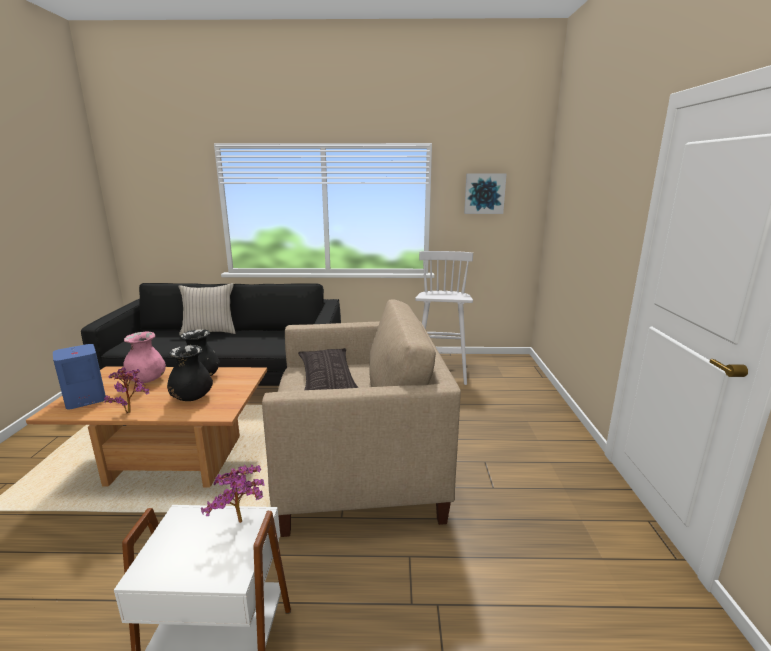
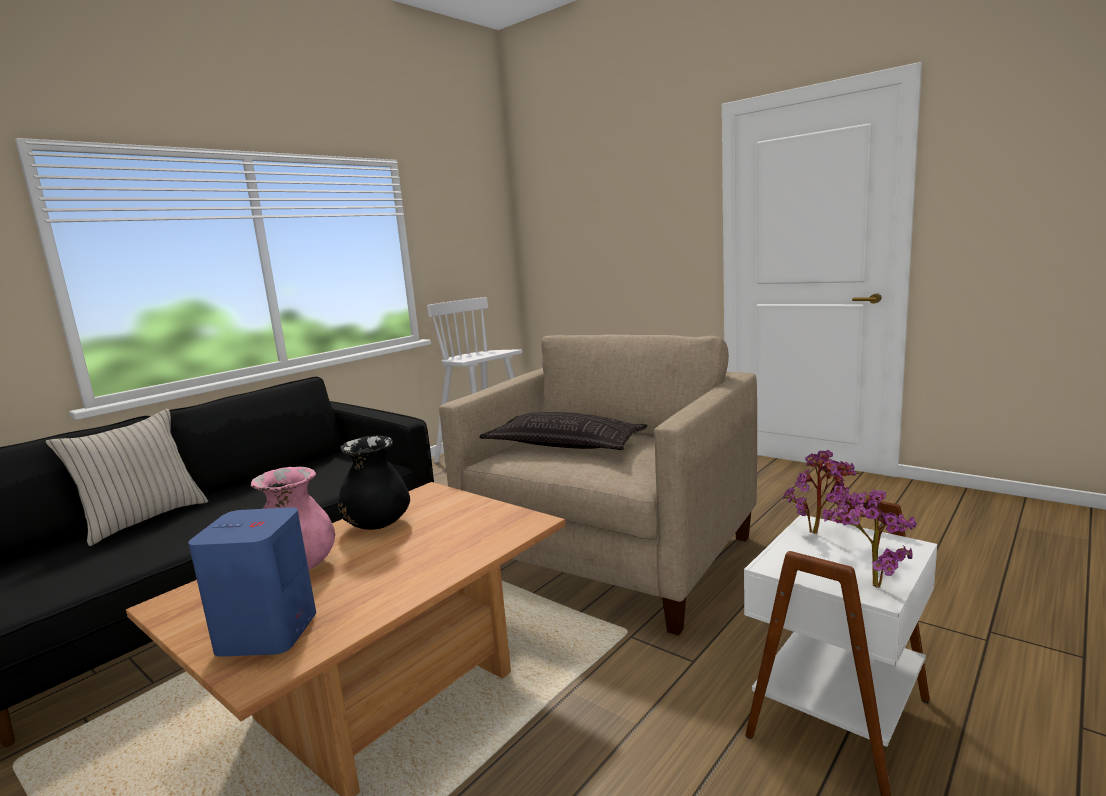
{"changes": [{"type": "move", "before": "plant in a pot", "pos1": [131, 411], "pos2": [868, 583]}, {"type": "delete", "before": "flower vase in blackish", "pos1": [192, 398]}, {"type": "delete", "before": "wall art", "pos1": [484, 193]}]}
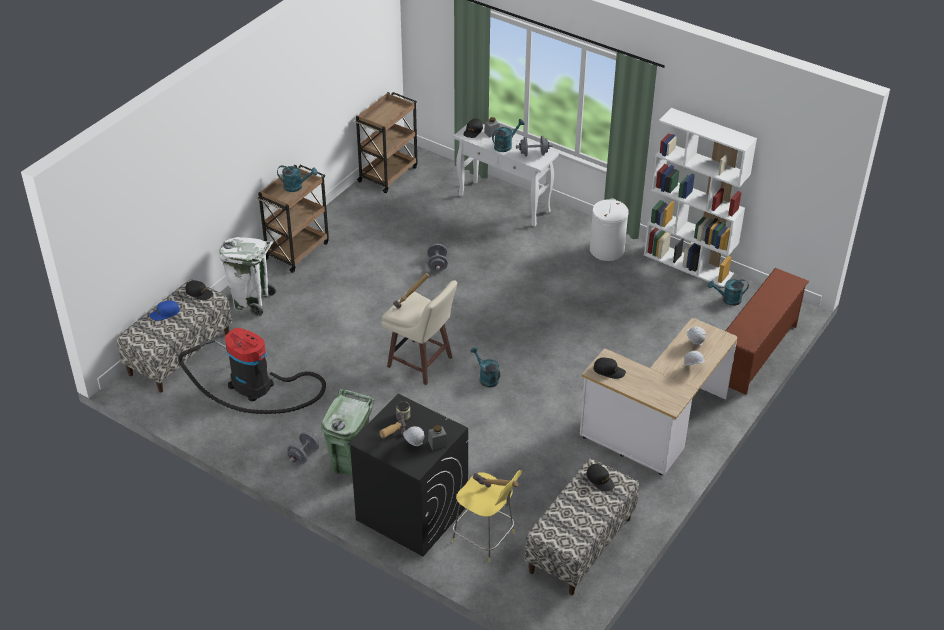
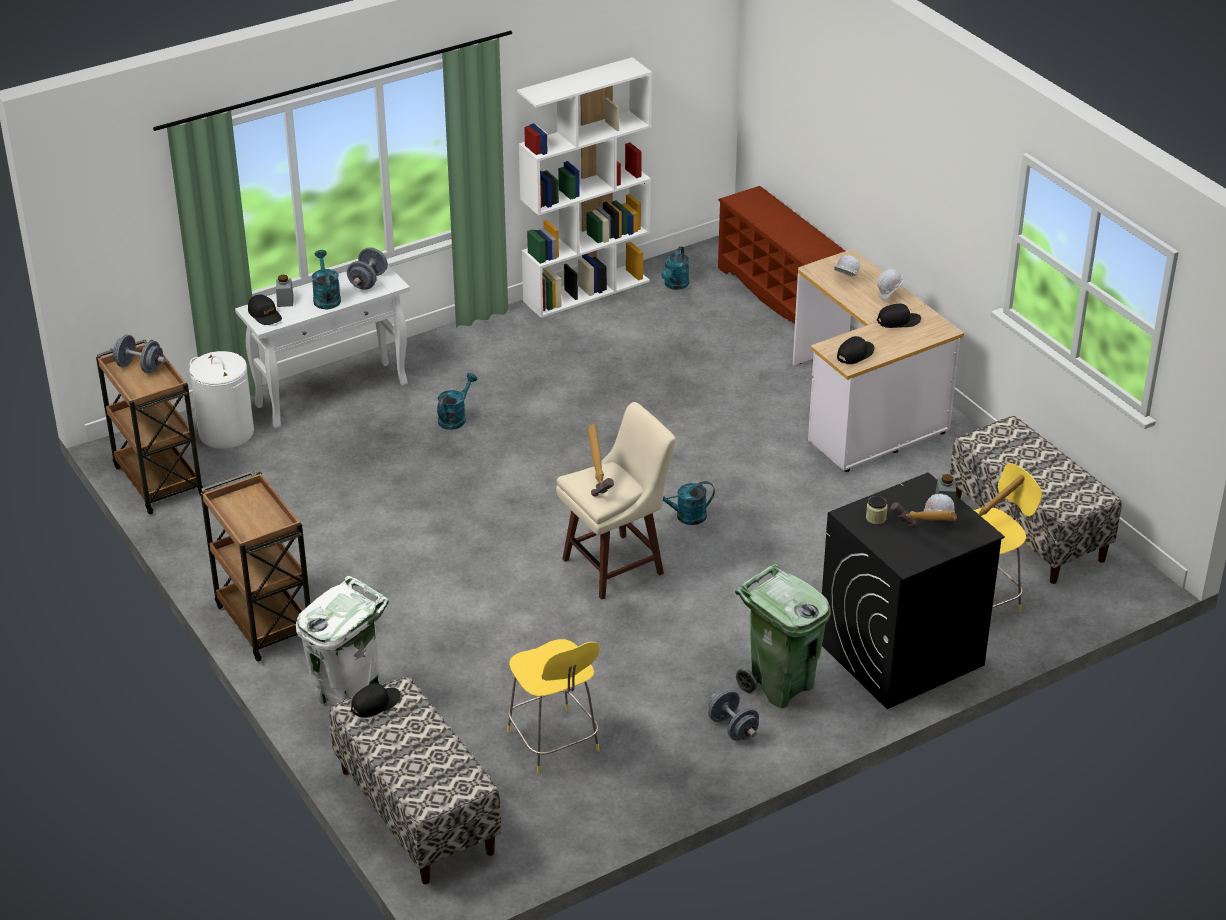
{"changes": [{"type": "move", "before": "hand weight in gray", "pos1": [437, 265], "pos2": [139, 367]}, {"type": "move", "before": "hamper in white-coloured", "pos1": [606, 250], "pos2": [226, 433]}, {"type": "move", "before": "sprinkling can in turquoise-coloured", "pos1": [296, 187], "pos2": [455, 418]}, {"type": "replace", "before": "vacuum cleaner", "after": "sitting stool in yellowish", "pos1": [255, 387], "pos2": [554, 743]}, {"type": "move", "before": "cap in blackish", "pos1": [600, 480], "pos2": [898, 321]}, {"type": "delete", "before": "cap in bluish", "pos1": [165, 313]}]}
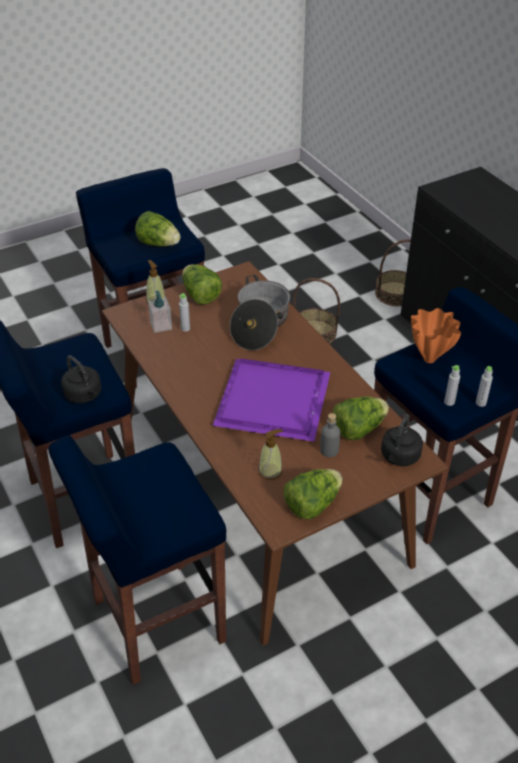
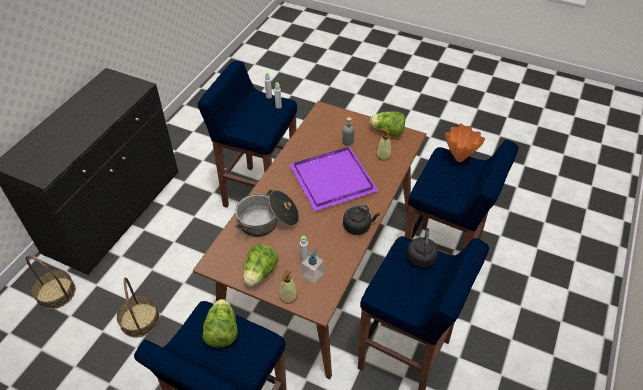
{"changes": [{"type": "move", "before": "kettle in blackish", "pos1": [399, 457], "pos2": [358, 226]}, {"type": "move", "before": "flower vase in orange-coloured", "pos1": [430, 359], "pos2": [458, 159]}, {"type": "delete", "before": "head of lettuce", "pos1": [358, 429]}]}
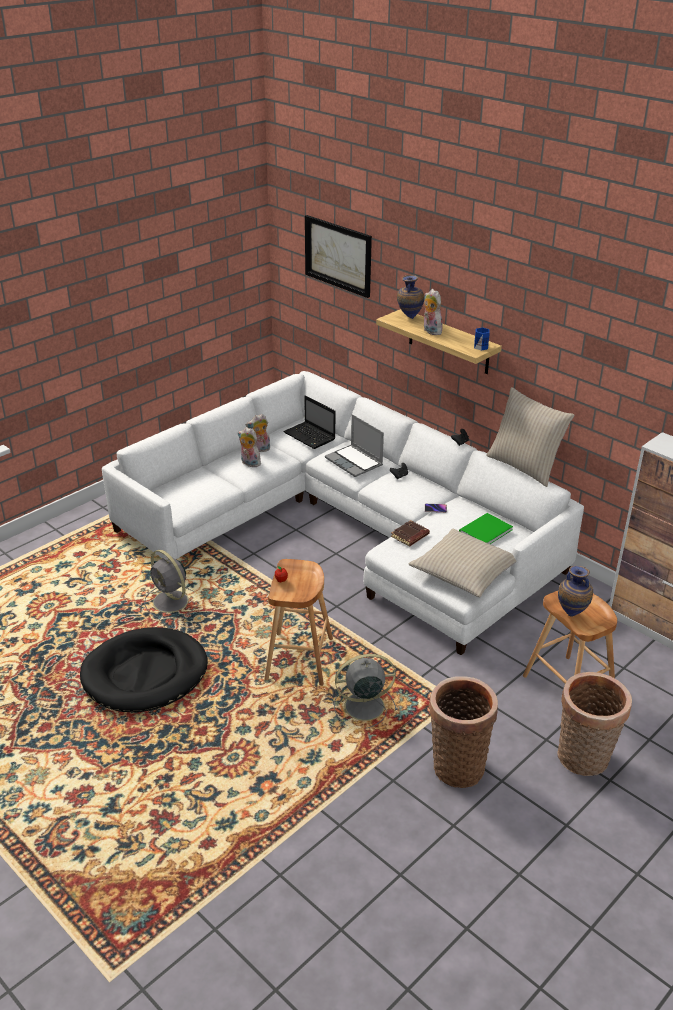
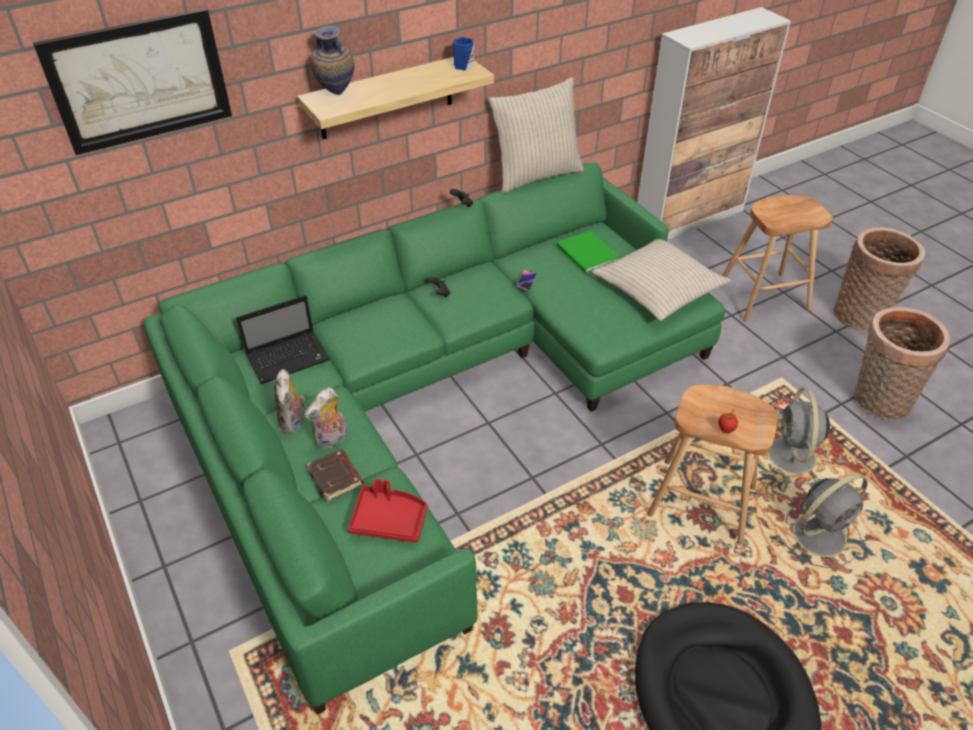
{"changes": [{"type": "recolor", "before": "couch in white-coloured", "after": "couch in green", "pos1": [347, 528], "pos2": [434, 400]}, {"type": "move", "before": "bound book in brown", "pos1": [410, 536], "pos2": [336, 477]}, {"type": "insert", "after": "serving tray in reddish", "pos2": [389, 520]}, {"type": "move", "before": "fan in gray", "pos1": [171, 602], "pos2": [821, 534]}, {"type": "delete", "before": "notebook computer", "pos1": [354, 462]}, {"type": "delete", "before": "plush toy", "pos1": [430, 331]}, {"type": "delete", "before": "flower vase", "pos1": [572, 613]}]}
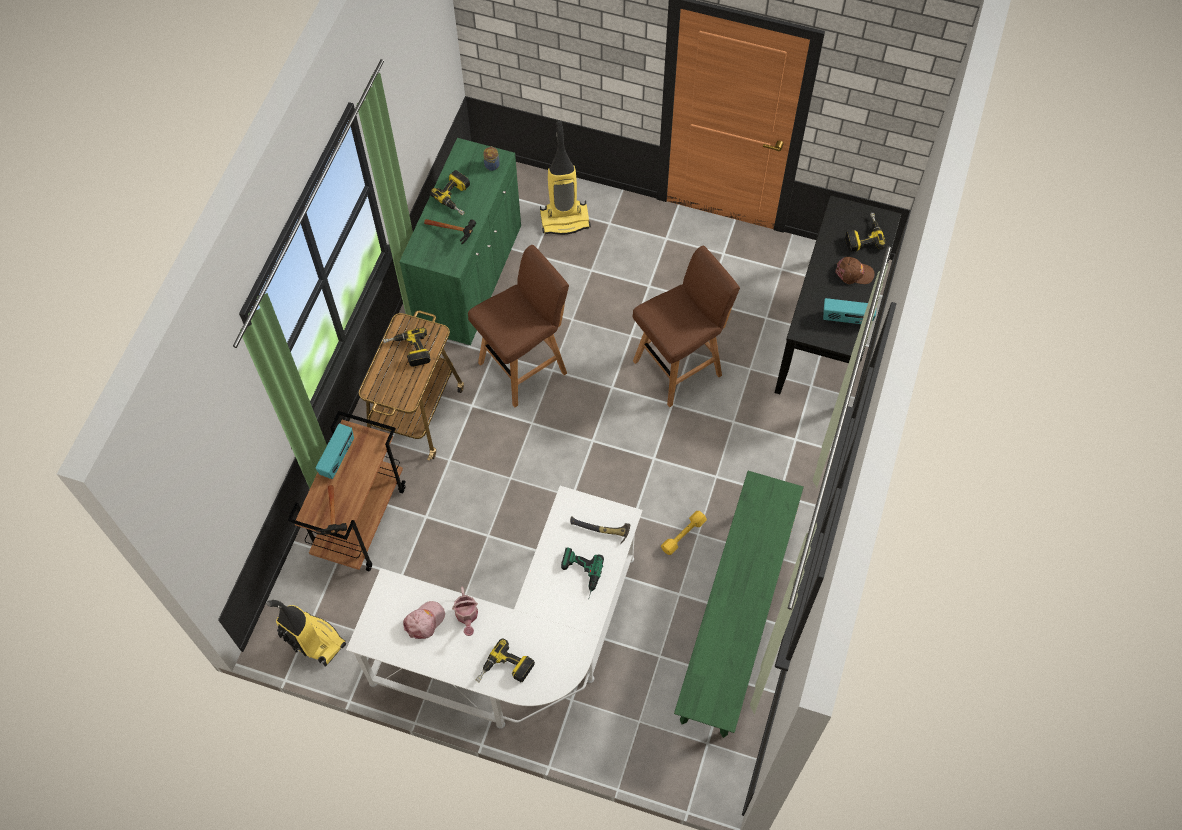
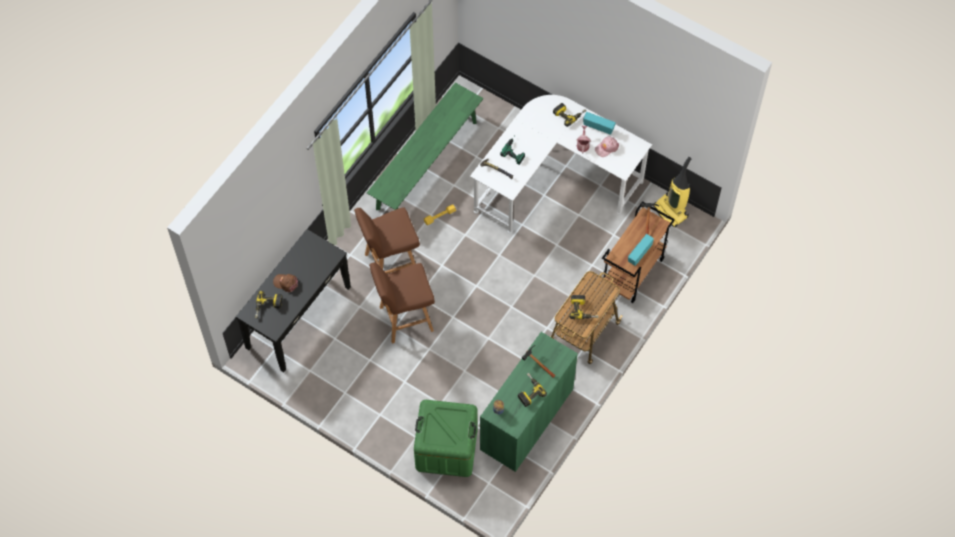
{"changes": [{"type": "move", "before": "sitting stool in brown", "pos1": [524, 367], "pos2": [390, 265]}, {"type": "replace", "before": "vacuum cleaner", "after": "storage box in green", "pos1": [565, 219], "pos2": [446, 448]}, {"type": "move", "before": "radio", "pos1": [846, 319], "pos2": [598, 127]}]}
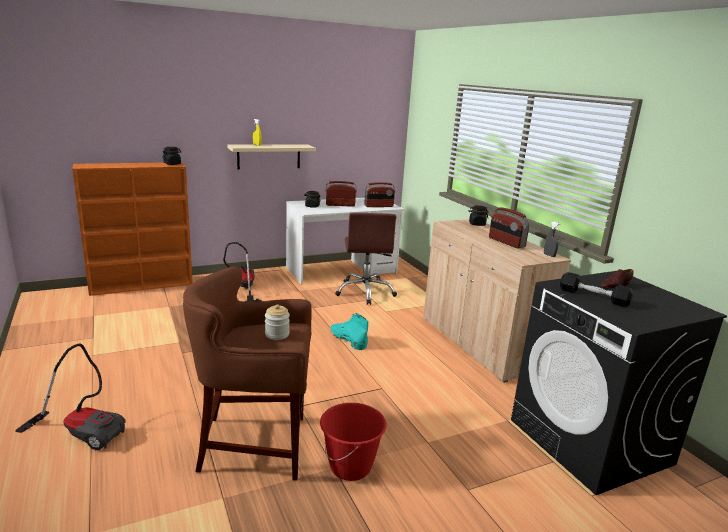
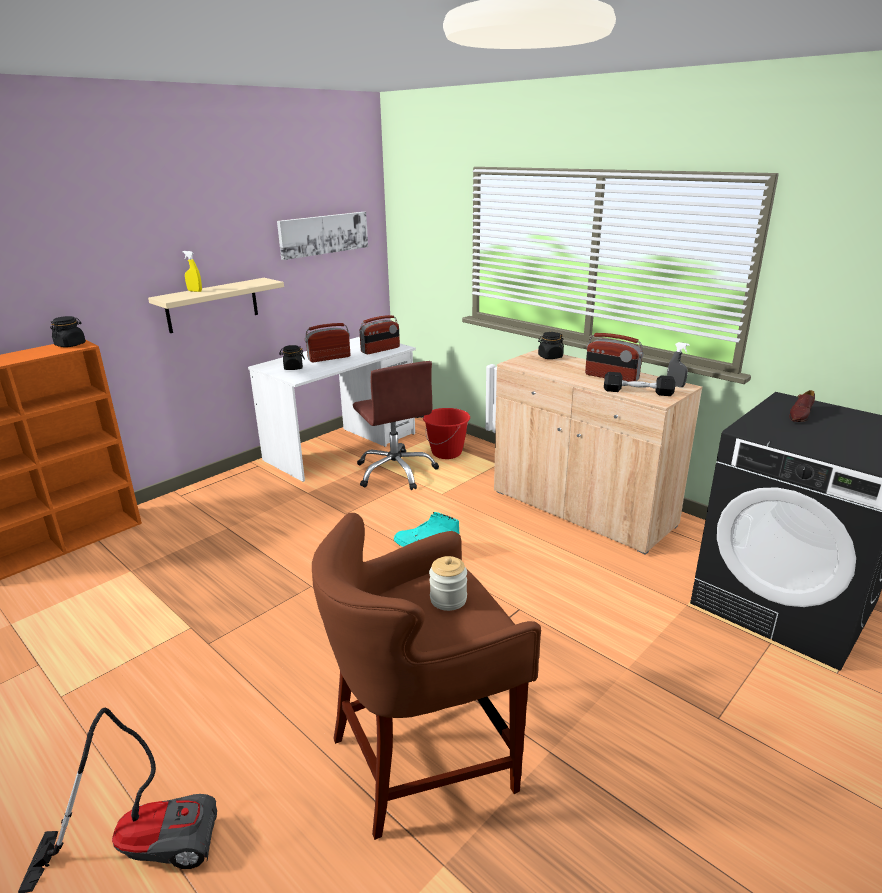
{"changes": [{"type": "insert", "after": "wall art", "pos2": [323, 234]}, {"type": "move", "before": "water bucket in reddish", "pos1": [350, 467], "pos2": [447, 453]}, {"type": "move", "before": "hand weight in blackish", "pos1": [593, 297], "pos2": [638, 392]}, {"type": "delete", "before": "vacuum cleaner", "pos1": [243, 288]}]}
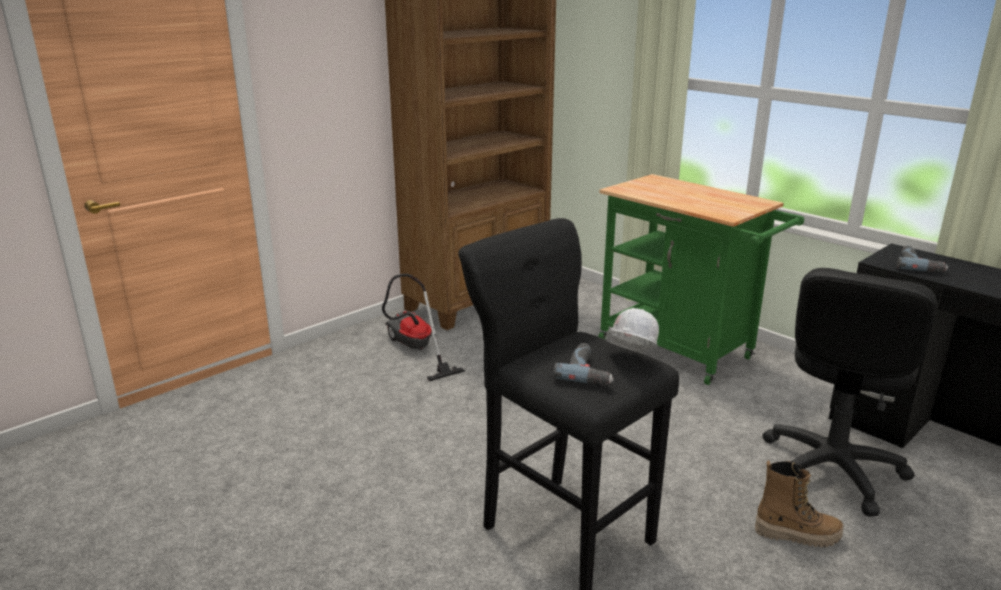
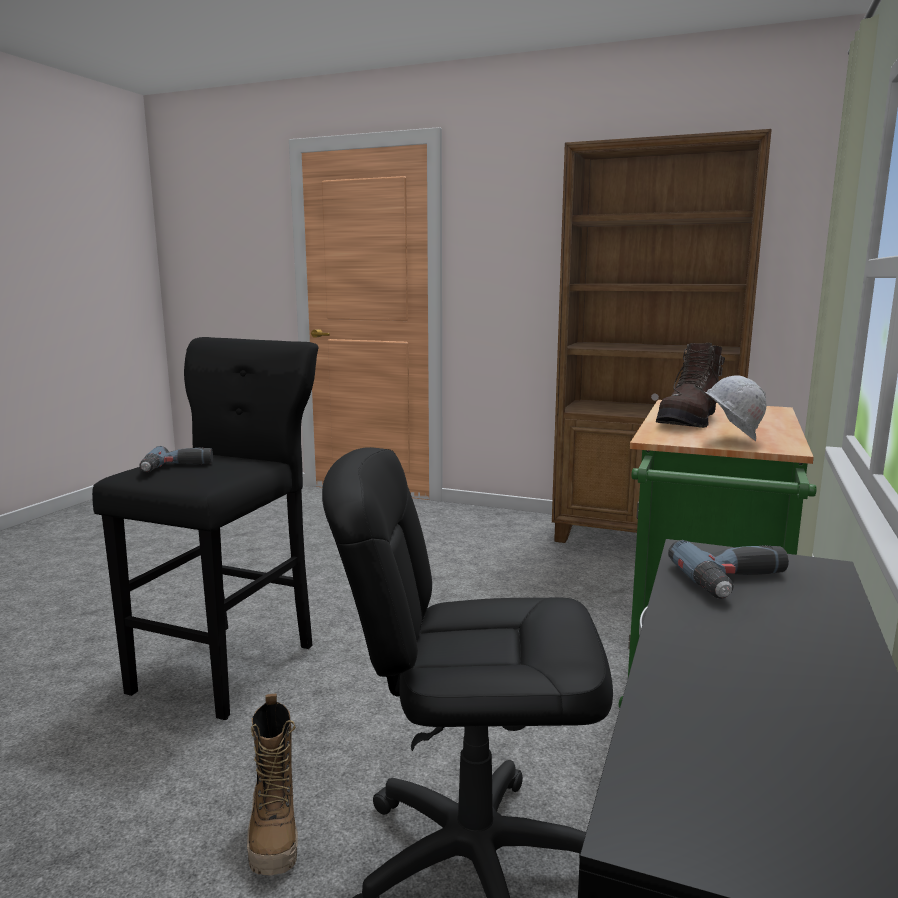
{"changes": [{"type": "insert", "after": "boot in brown", "pos2": [689, 421]}, {"type": "move", "before": "hard hat in white-coloured", "pos1": [629, 360], "pos2": [729, 440]}, {"type": "delete", "before": "vacuum cleaner", "pos1": [414, 350]}]}
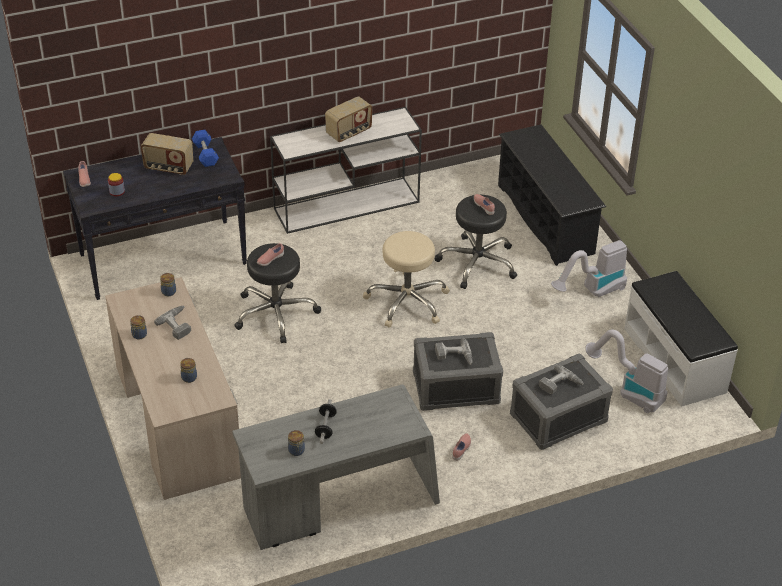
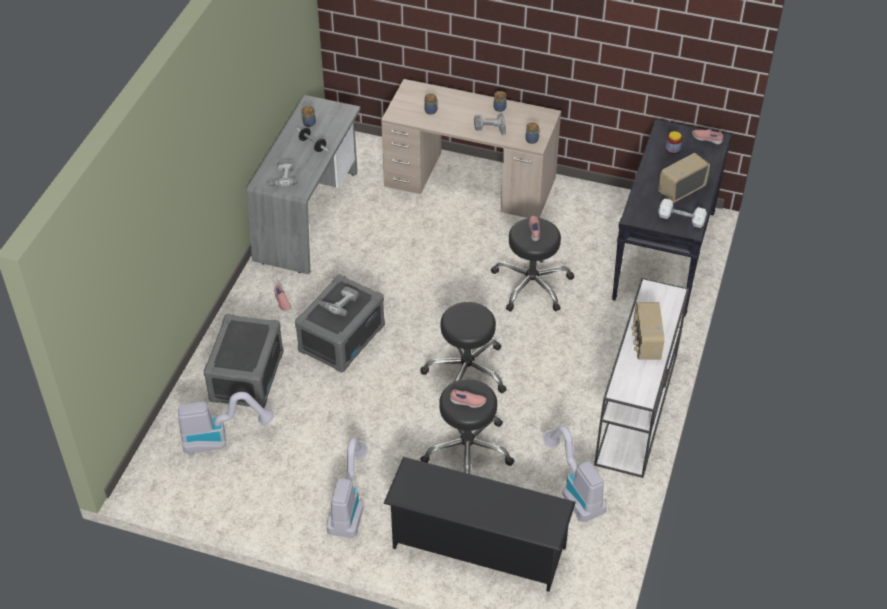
{"changes": [{"type": "move", "before": "power drill", "pos1": [560, 385], "pos2": [281, 177]}, {"type": "recolor", "before": "sitting stool in beige-coloured", "after": "sitting stool in blackish", "pos1": [407, 301], "pos2": [466, 371]}, {"type": "insert", "after": "vacuum cleaner", "pos2": [574, 491]}, {"type": "recolor", "before": "hand weight in bluish", "after": "hand weight in white-coloured", "pos1": [205, 154], "pos2": [681, 219]}, {"type": "delete", "before": "bench in white-coloured", "pos1": [675, 360]}]}
